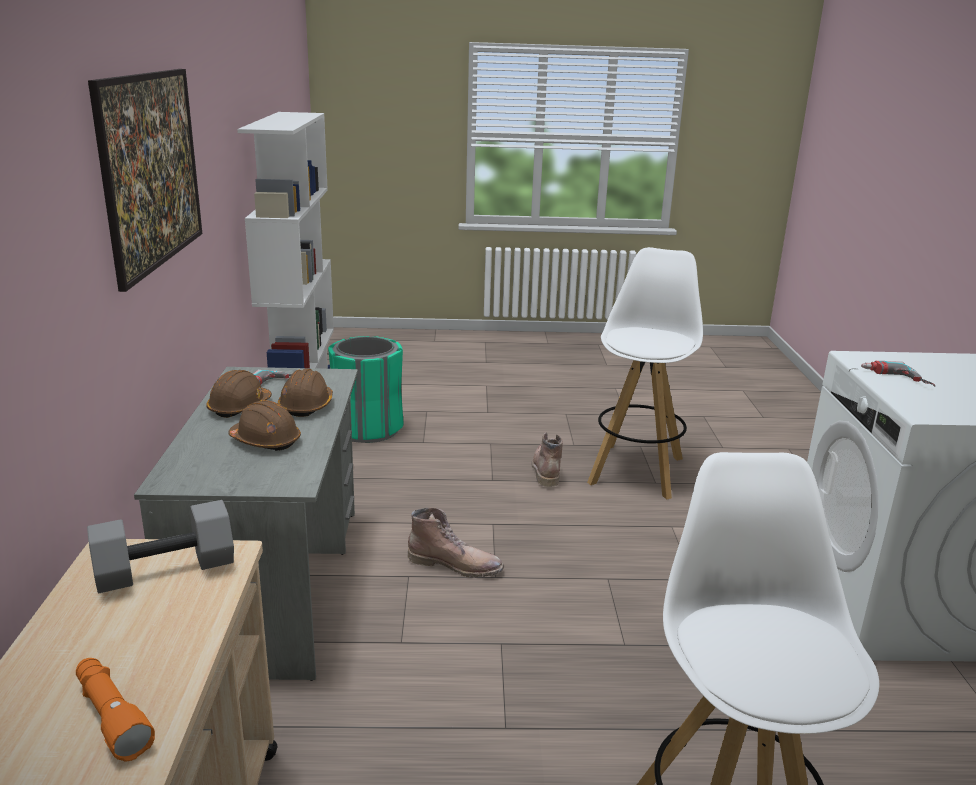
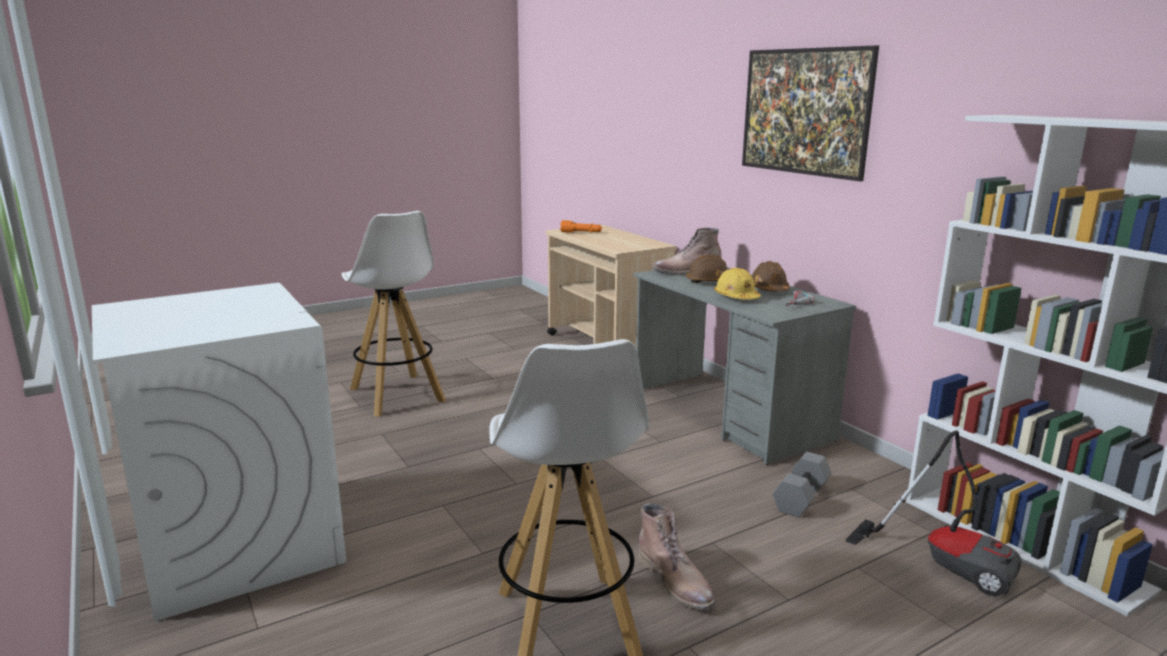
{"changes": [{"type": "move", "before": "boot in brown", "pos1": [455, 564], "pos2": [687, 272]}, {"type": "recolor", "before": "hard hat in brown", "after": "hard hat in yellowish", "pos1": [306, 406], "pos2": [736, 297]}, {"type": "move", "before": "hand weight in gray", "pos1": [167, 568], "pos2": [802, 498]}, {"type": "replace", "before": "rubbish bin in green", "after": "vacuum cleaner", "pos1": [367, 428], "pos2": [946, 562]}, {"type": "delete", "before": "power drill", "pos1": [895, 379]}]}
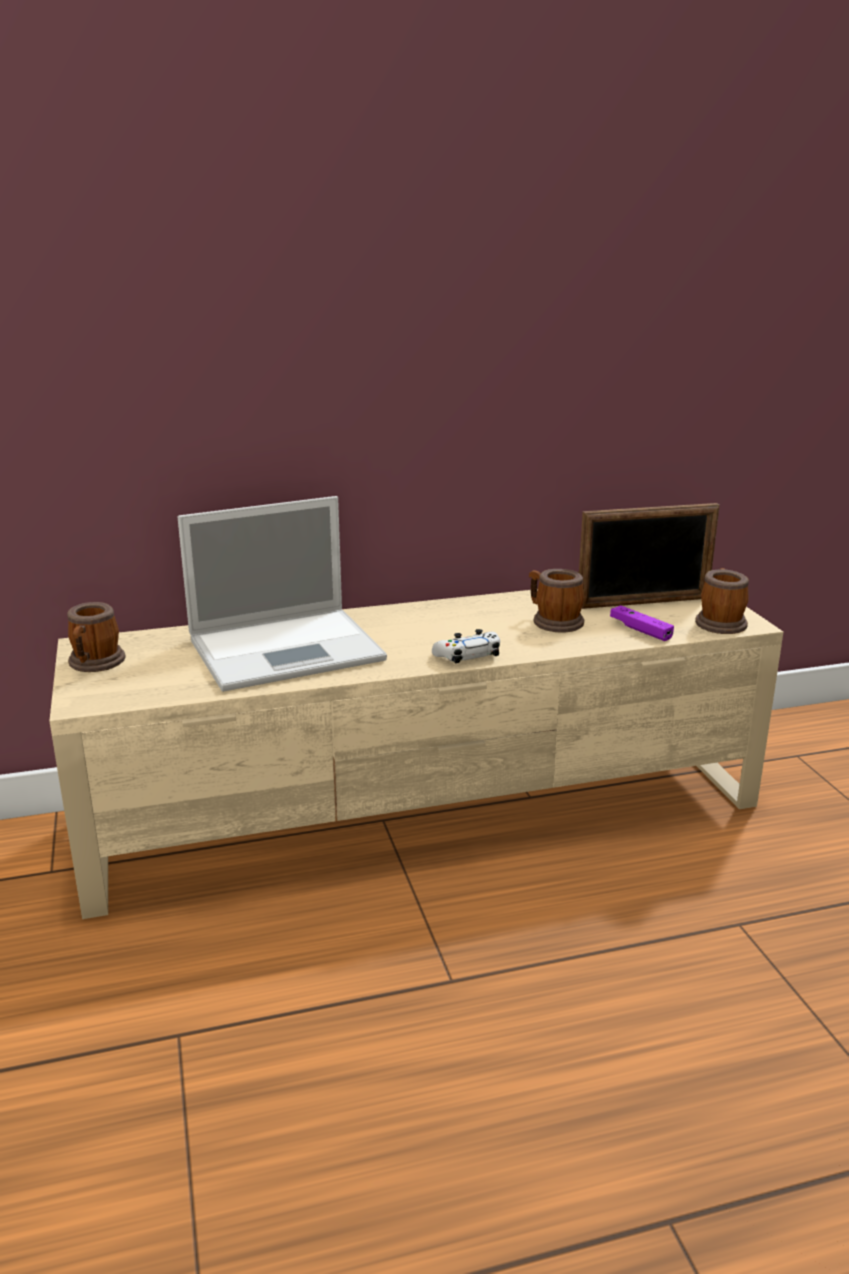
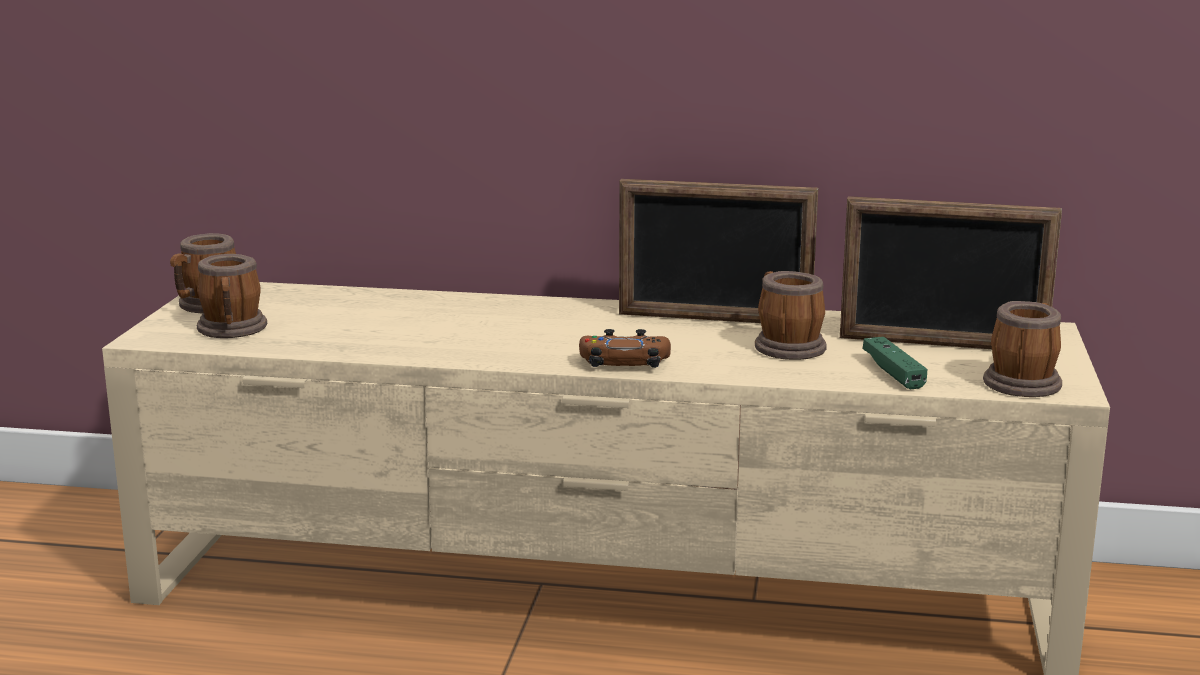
{"changes": [{"type": "insert", "after": "tea mug", "pos2": [232, 330]}, {"type": "recolor", "before": "gamepad in white-coloured", "after": "gamepad in brown", "pos1": [468, 655], "pos2": [624, 363]}, {"type": "insert", "after": "standing frame", "pos2": [714, 319]}, {"type": "recolor", "before": "gamepad in purple", "after": "gamepad in green", "pos1": [640, 630], "pos2": [893, 372]}, {"type": "delete", "before": "notebook computer", "pos1": [289, 649]}]}
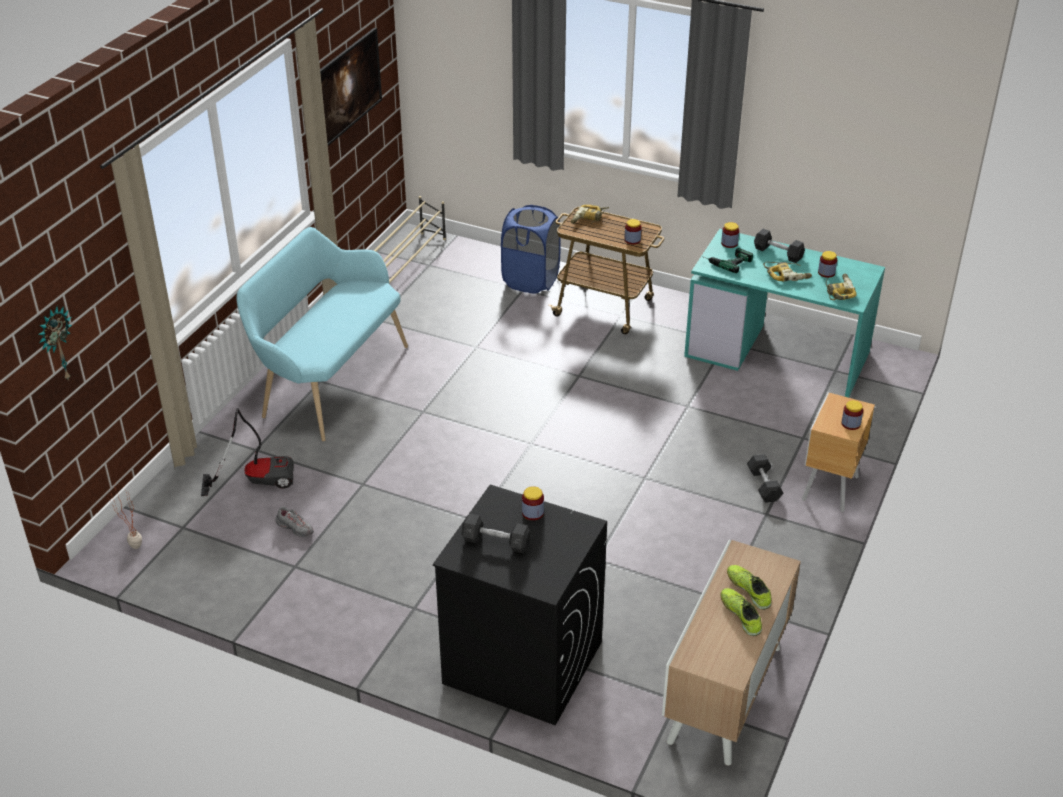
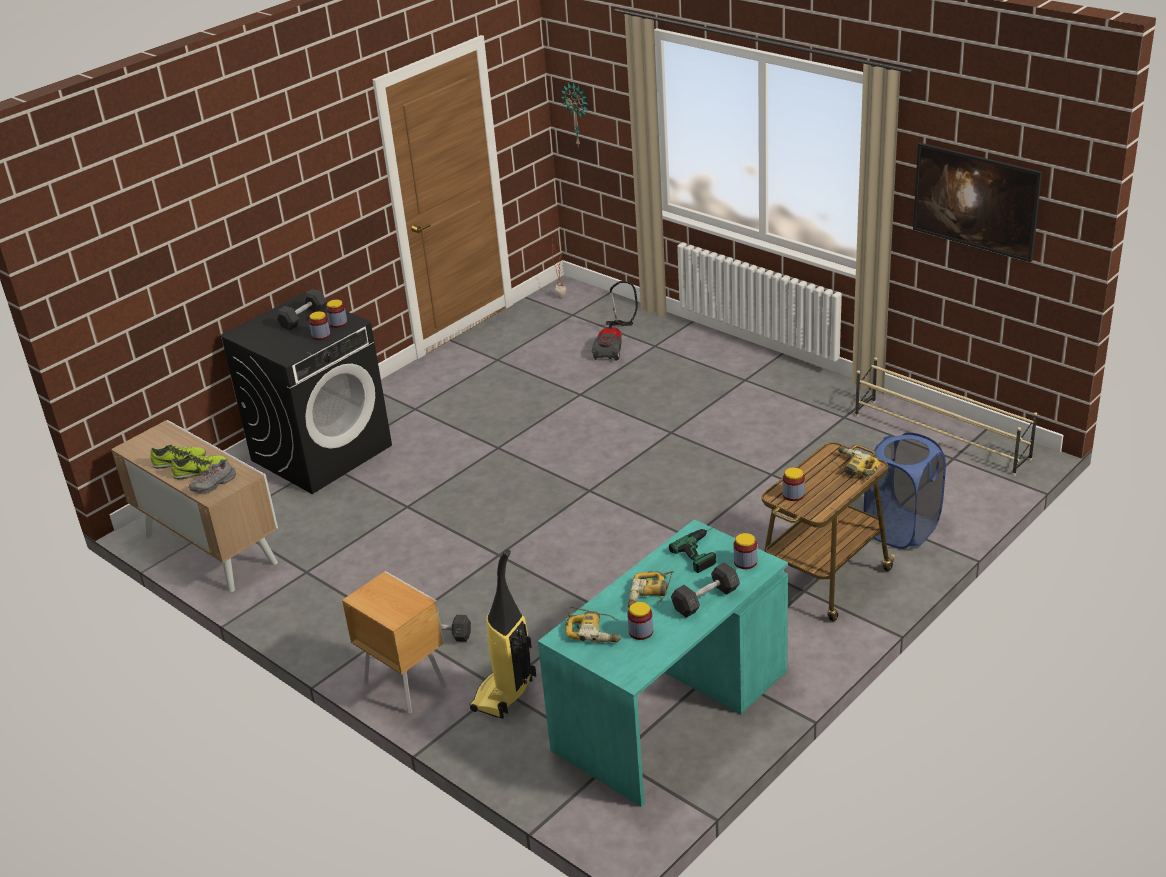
{"changes": [{"type": "move", "before": "shoe in gray", "pos1": [295, 528], "pos2": [214, 485]}, {"type": "move", "before": "preserve jar", "pos1": [850, 424], "pos2": [338, 323]}, {"type": "insert", "after": "vacuum cleaner", "pos2": [505, 694]}, {"type": "delete", "before": "bench in turquoise-coloured", "pos1": [329, 381]}]}
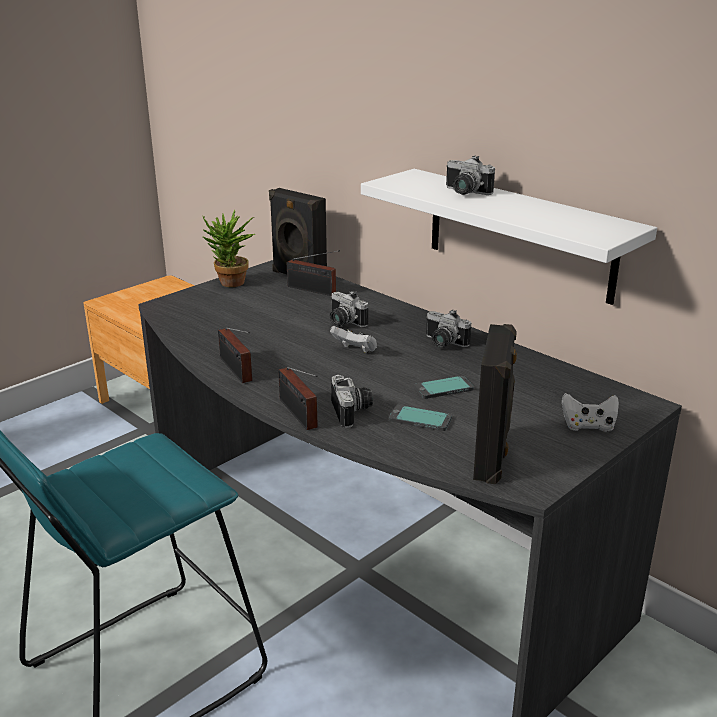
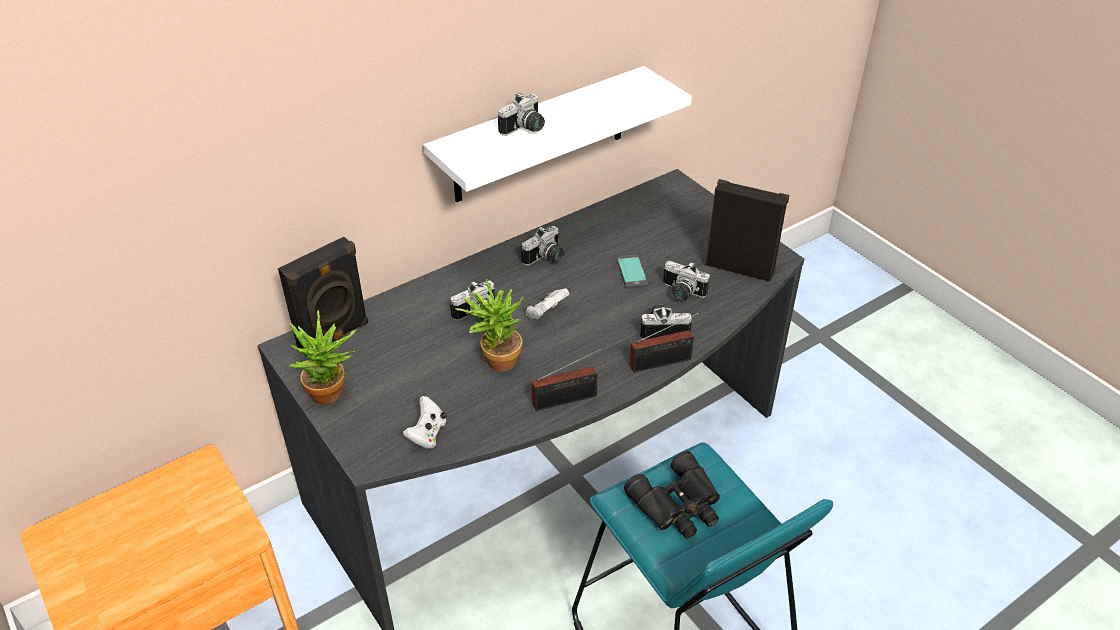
{"changes": [{"type": "move", "before": "gamepad in white-coloured", "pos1": [588, 426], "pos2": [427, 434]}, {"type": "insert", "after": "plant in a pot", "pos2": [495, 361]}, {"type": "insert", "after": "binoculars in blackish", "pos2": [678, 505]}, {"type": "replace", "before": "phone", "after": "photo camera", "pos1": [420, 419], "pos2": [681, 293]}, {"type": "delete", "before": "radio", "pos1": [313, 290]}]}
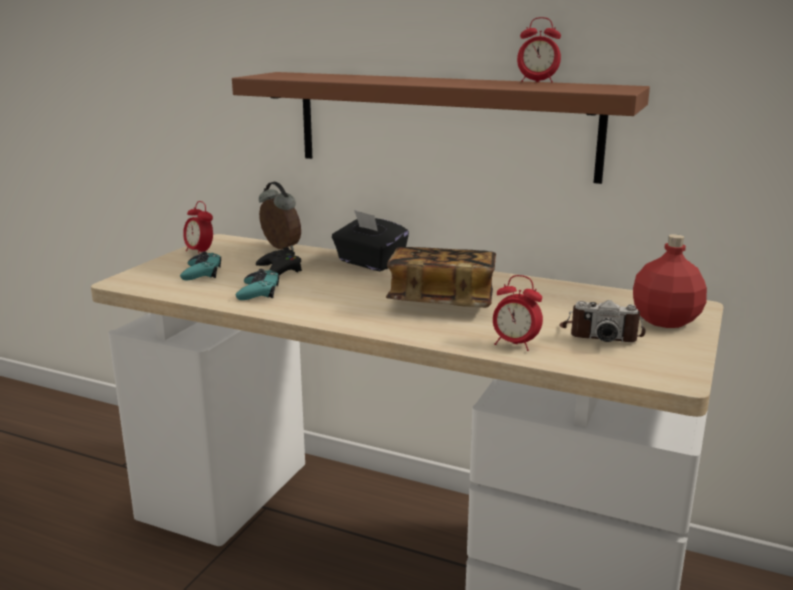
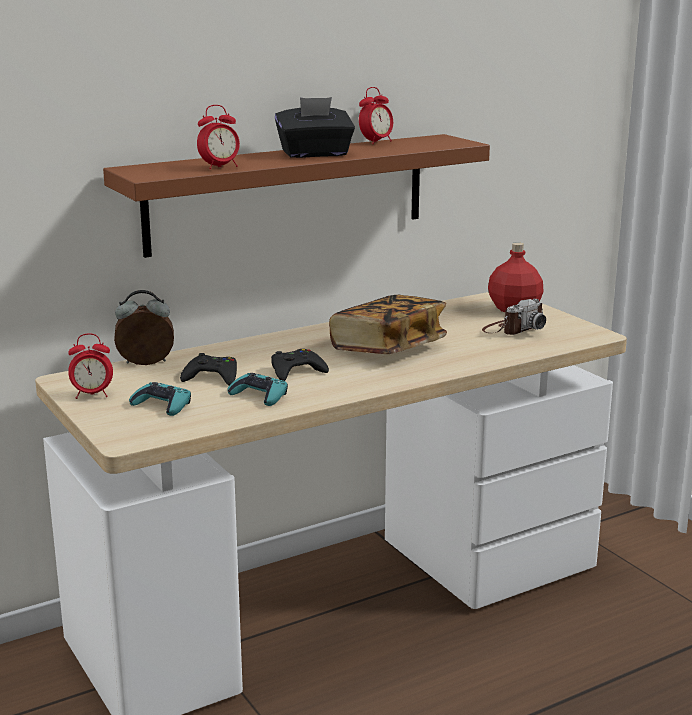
{"changes": [{"type": "move", "before": "table clock", "pos1": [514, 344], "pos2": [220, 167]}, {"type": "insert", "after": "gamepad in blackish", "pos2": [296, 371]}, {"type": "move", "before": "tissue box in blackish", "pos1": [369, 263], "pos2": [315, 154]}]}
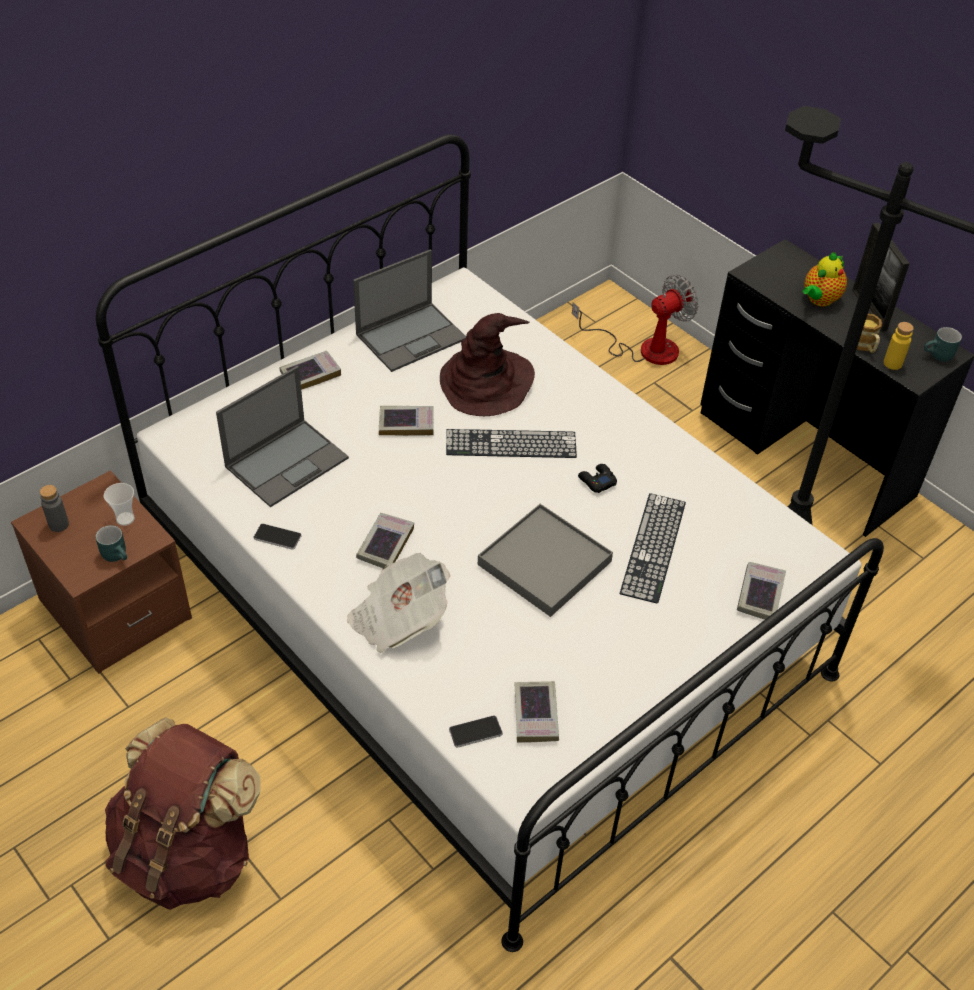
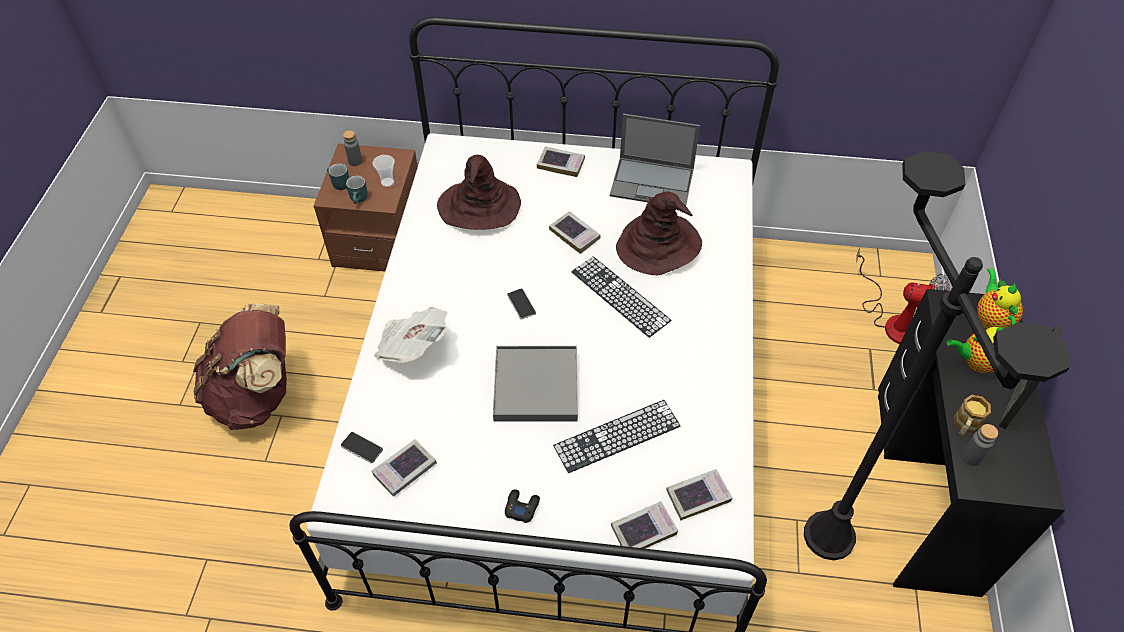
{"changes": [{"type": "move", "before": "tea mug in turquoise-coloured", "pos1": [938, 356], "pos2": [338, 184]}, {"type": "replace", "before": "notebook computer", "after": "clothing hat in brown", "pos1": [287, 461], "pos2": [479, 207]}, {"type": "move", "before": "gamepad in blackish", "pos1": [596, 481], "pos2": [521, 507]}, {"type": "move", "before": "phone", "pos1": [277, 537], "pos2": [521, 304]}, {"type": "move", "before": "bound book", "pos1": [385, 544], "pos2": [698, 496]}, {"type": "recolor", "before": "drink bottle in yellowish", "after": "drink bottle in gray", "pos1": [892, 363], "pos2": [971, 457]}, {"type": "insert", "after": "teapot", "pos2": [991, 319]}]}
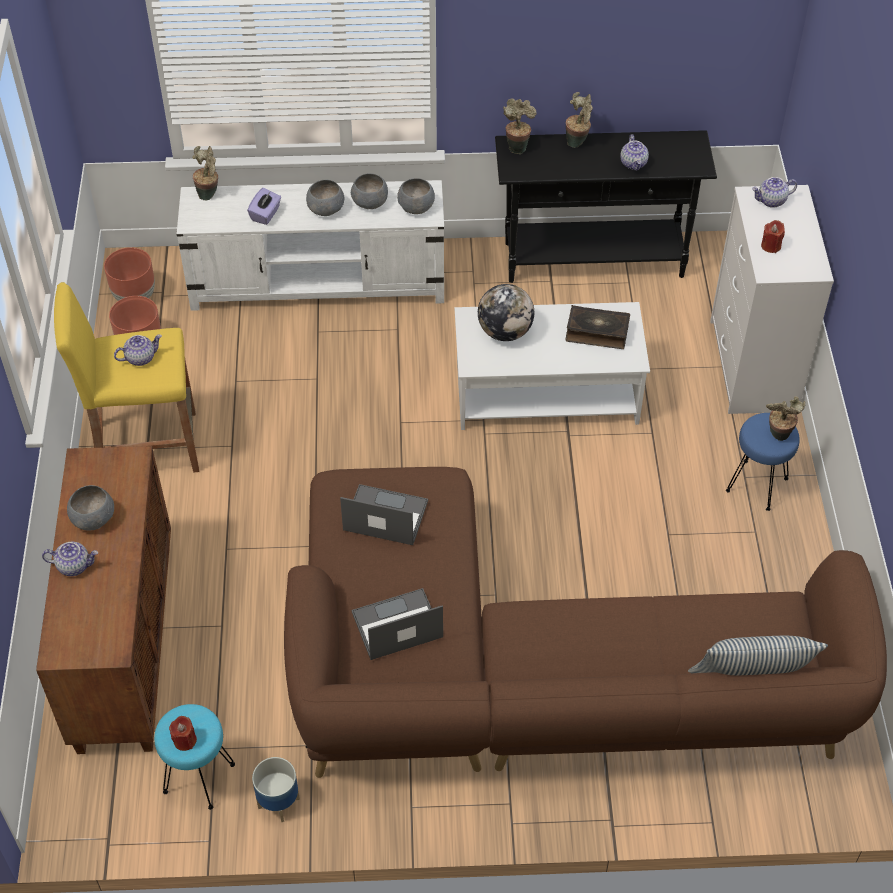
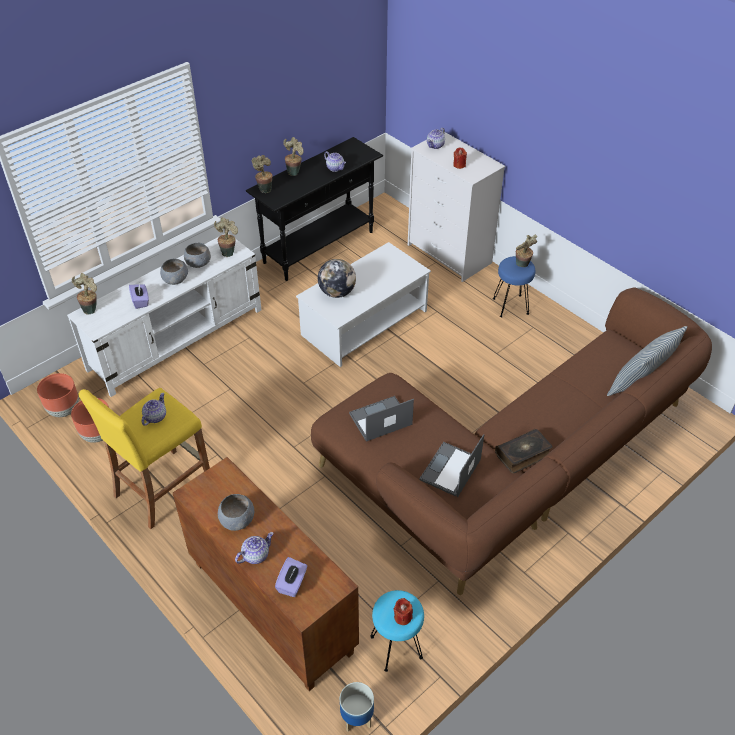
{"changes": [{"type": "replace", "before": "deep dish in gray", "after": "plant in a pot", "pos1": [416, 207], "pos2": [228, 252]}, {"type": "insert", "after": "tissue box in purple", "pos2": [292, 583]}, {"type": "move", "before": "flower pot", "pos1": [278, 802], "pos2": [356, 717]}, {"type": "move", "before": "bound book", "pos1": [597, 333], "pos2": [523, 455]}]}
